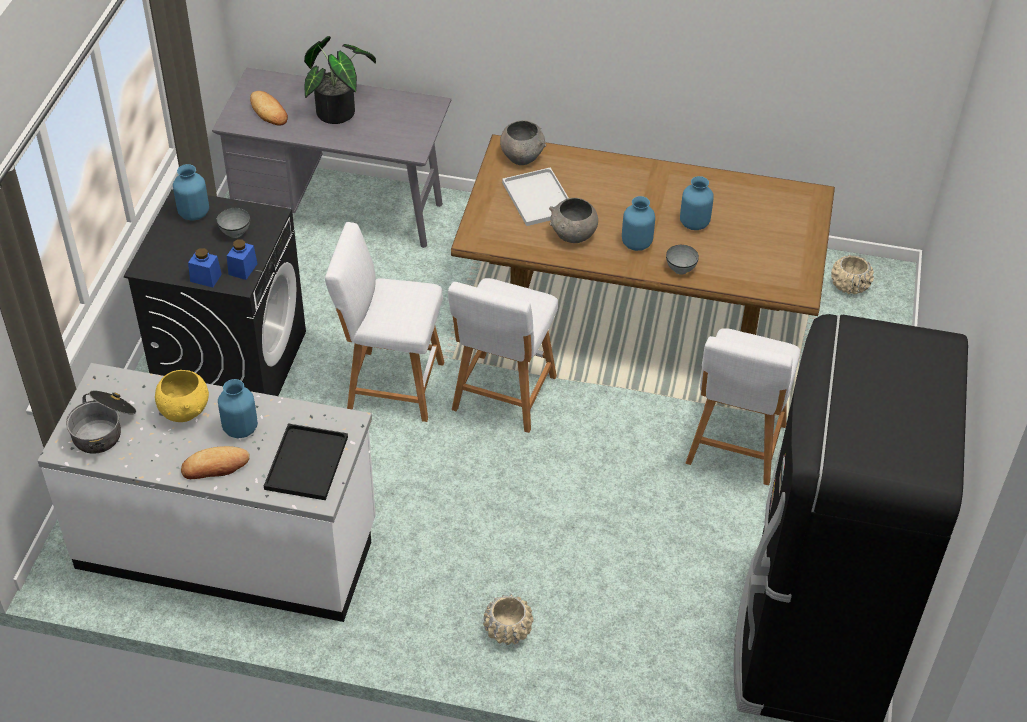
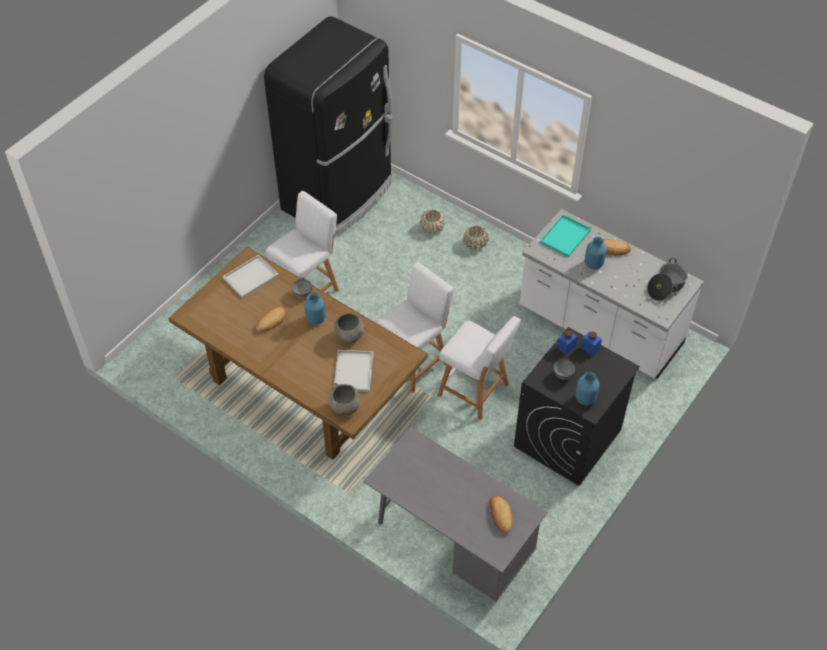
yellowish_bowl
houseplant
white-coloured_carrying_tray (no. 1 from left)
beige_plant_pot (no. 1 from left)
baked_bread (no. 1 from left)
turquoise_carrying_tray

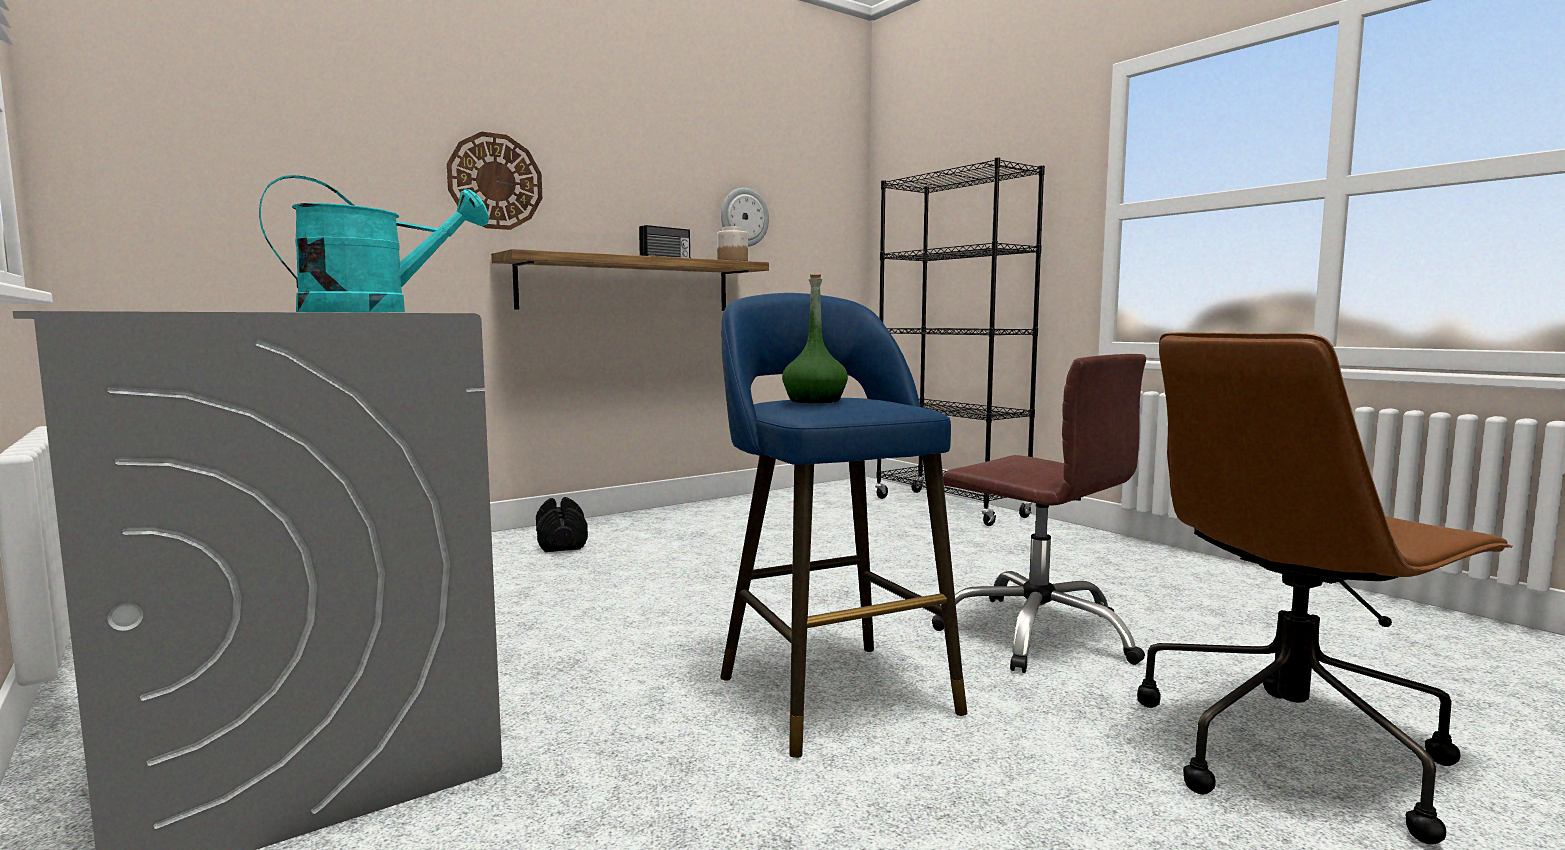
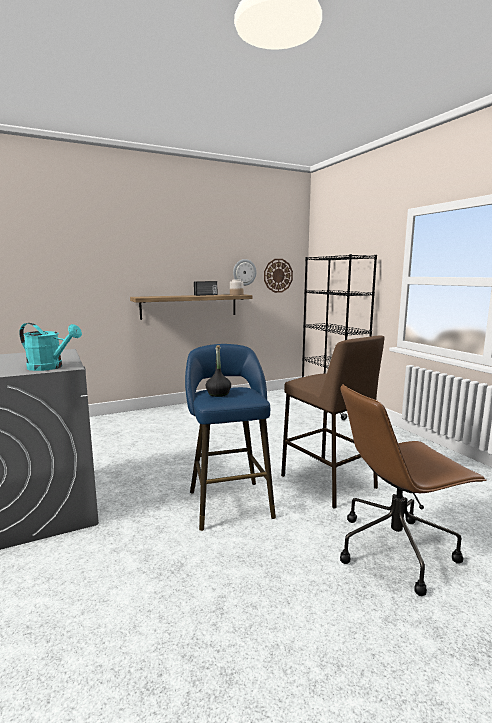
black_hand_weight
wall_clock (no. 2 from left)
brown_stool
black_bottle
turquoise_sprinkling_can

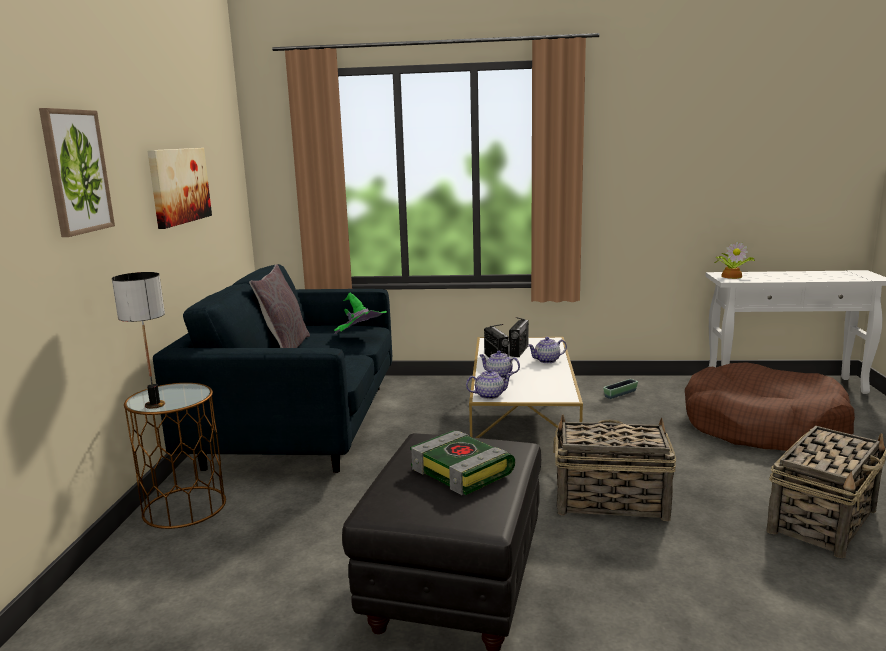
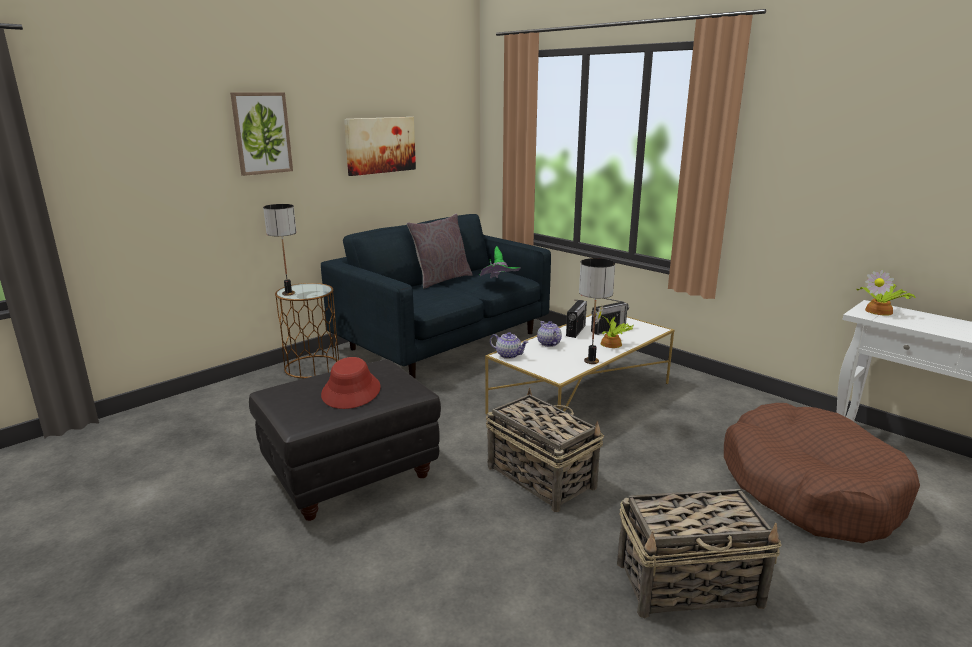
plant_pot
table_lamp (no. 2 from left)
red_clothing_hat
houseplant (no. 1 from left)

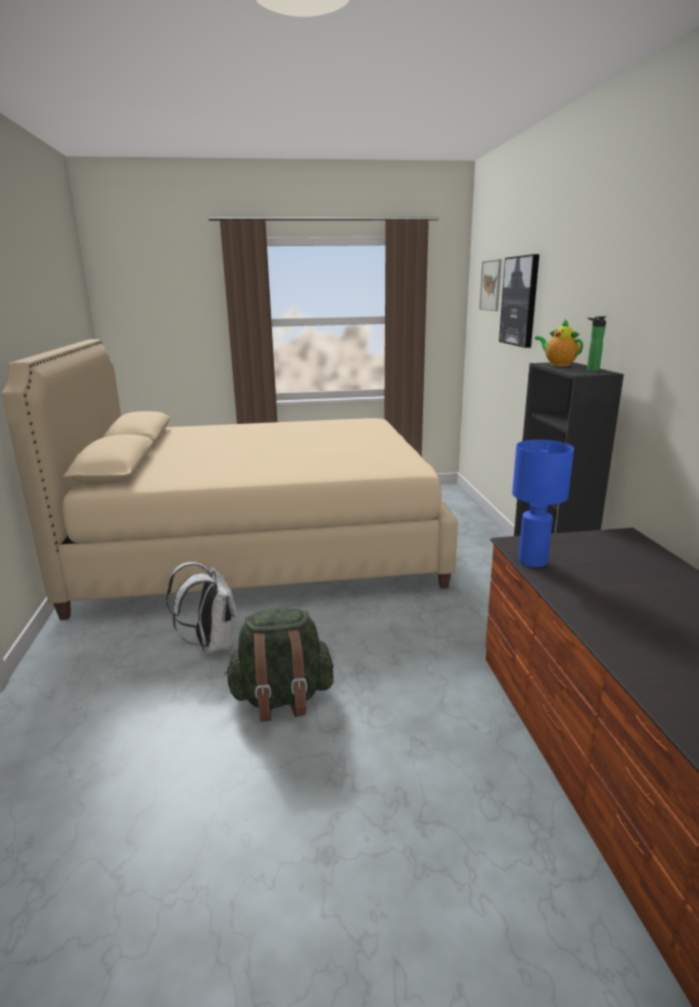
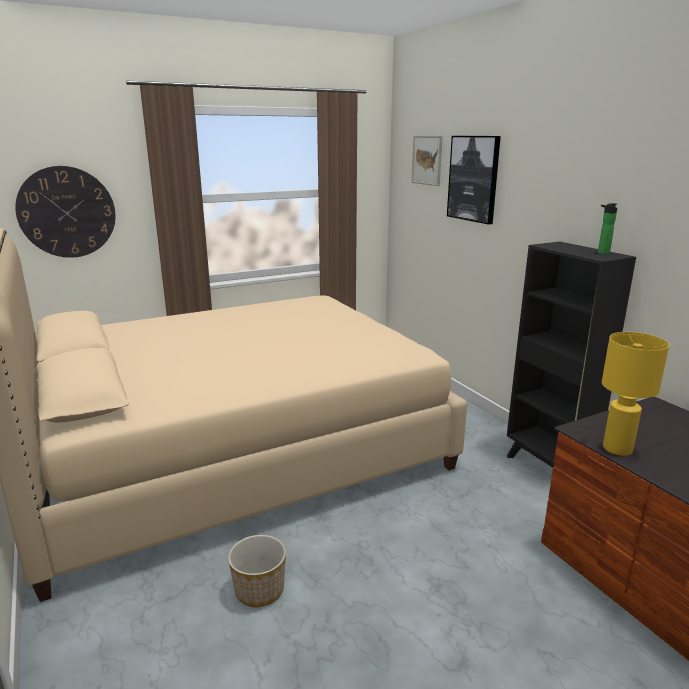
green_backpack
teapot
wall_clock
plant_pot
yellowish_table_lamp

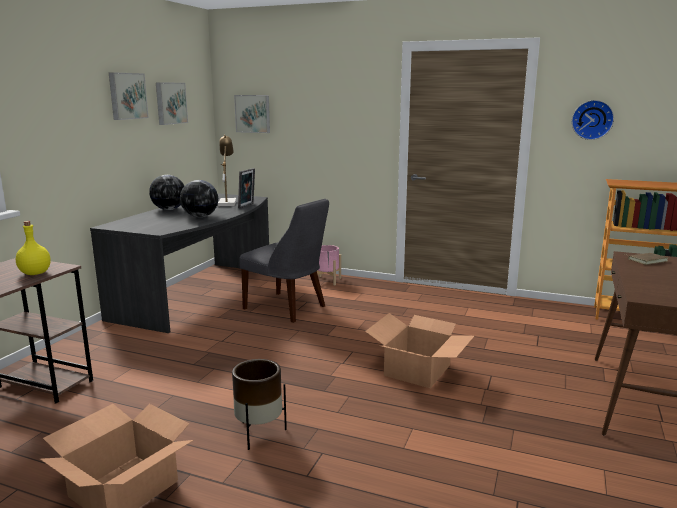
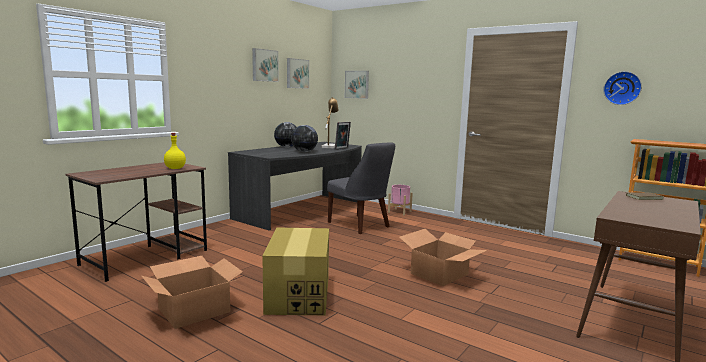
cardboard_box (no. 2 from left)

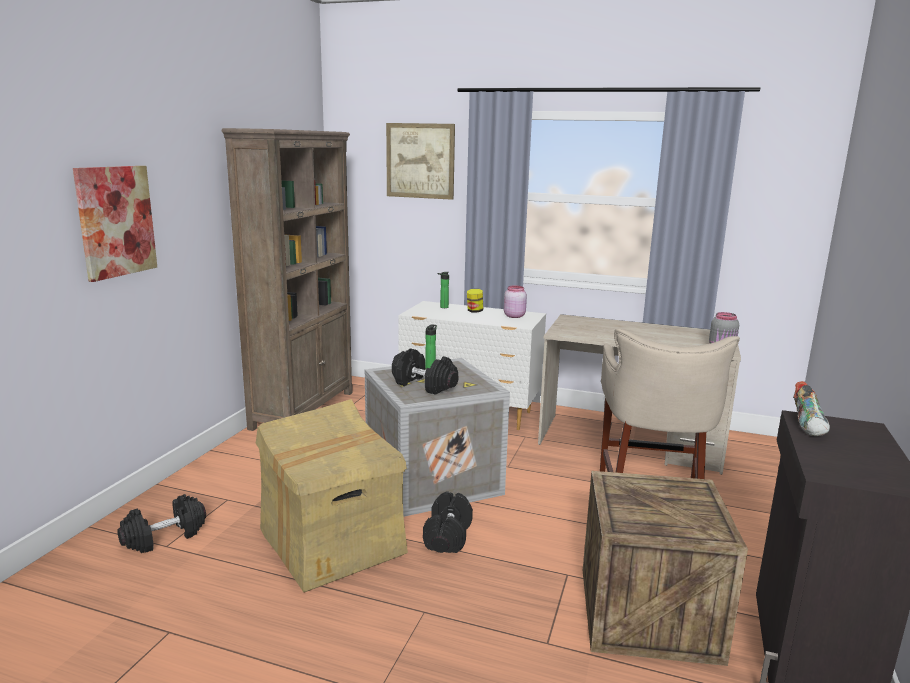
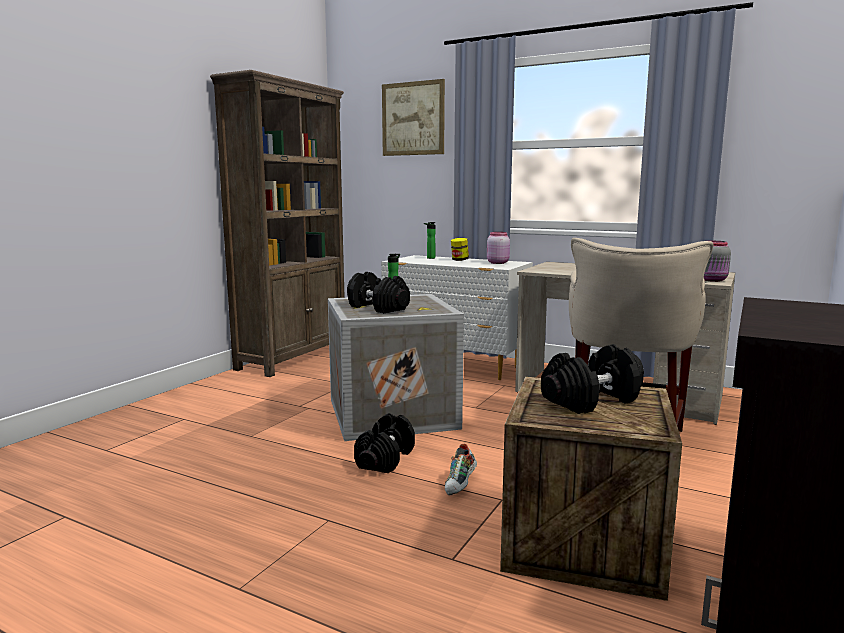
wall_art (no. 1 from left in the first image)
cardboard_box
black_hand_weight (no. 3 from left)
low_shoe

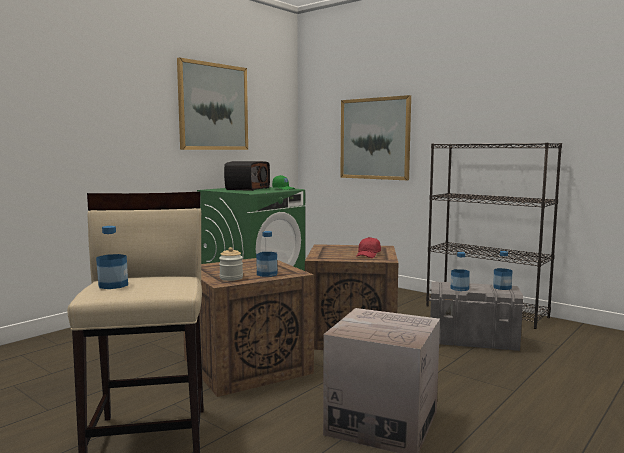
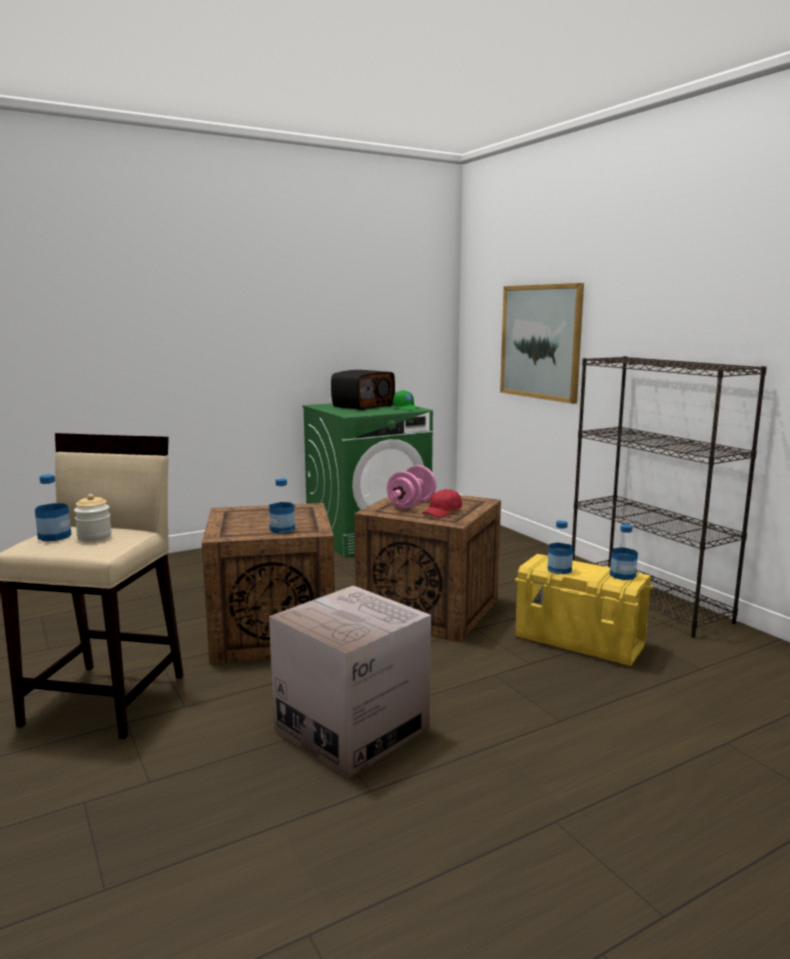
wall_art (no. 1 from left in the first image)
pinkish_hand_weight
preserve_jar
yellowish_storage_bin

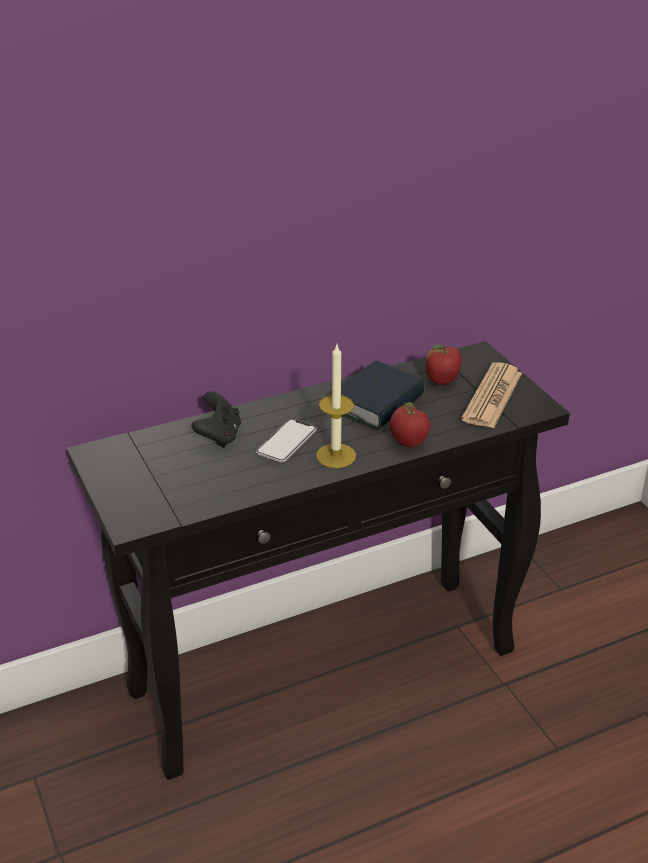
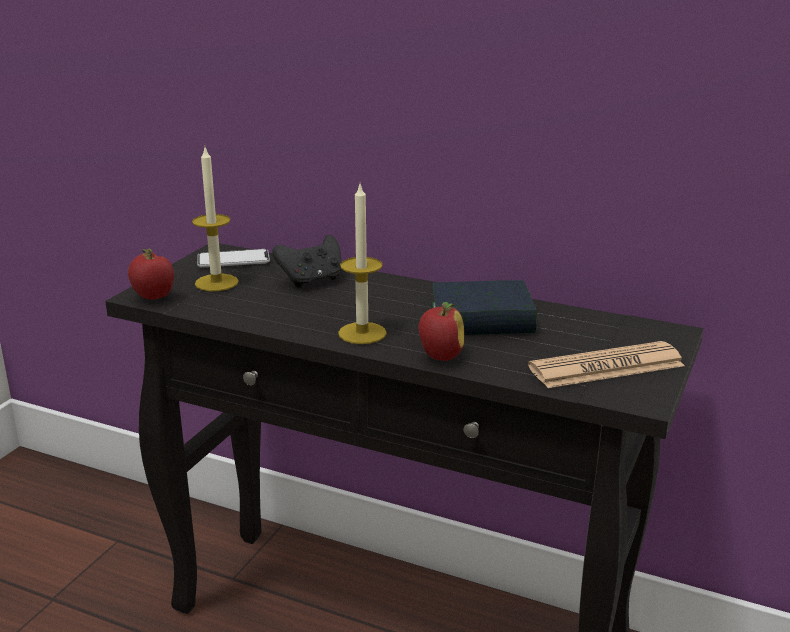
wax_candle (no. 1 from left)
telephone
apple (no. 1 from left)

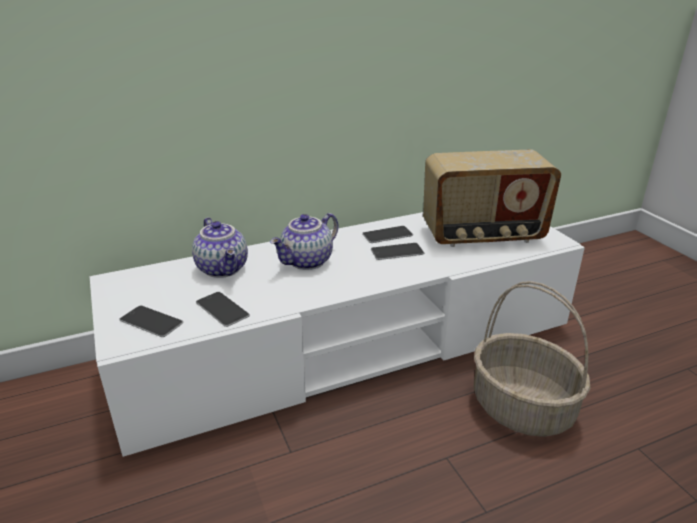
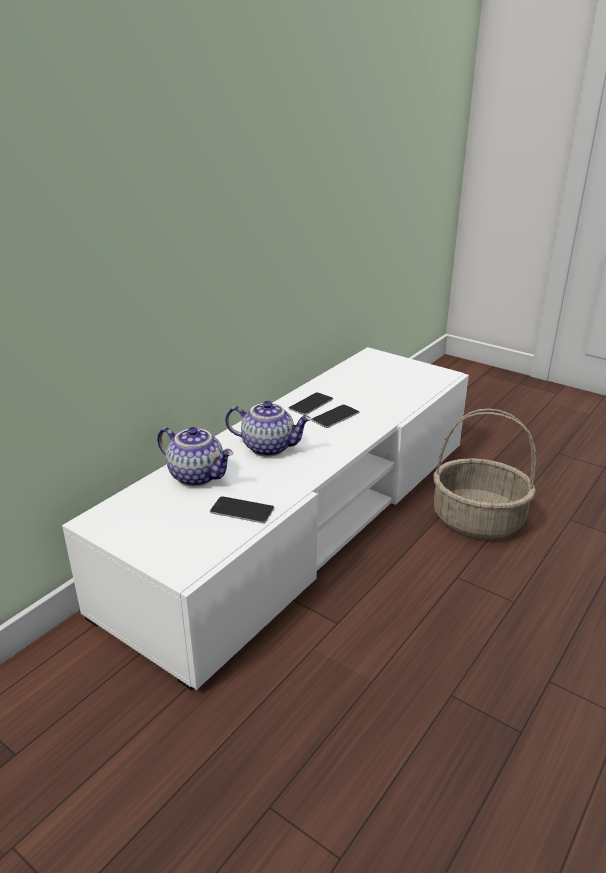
telephone (no. 1 from left in the first image)
radio
teapot (no. 2 from left)

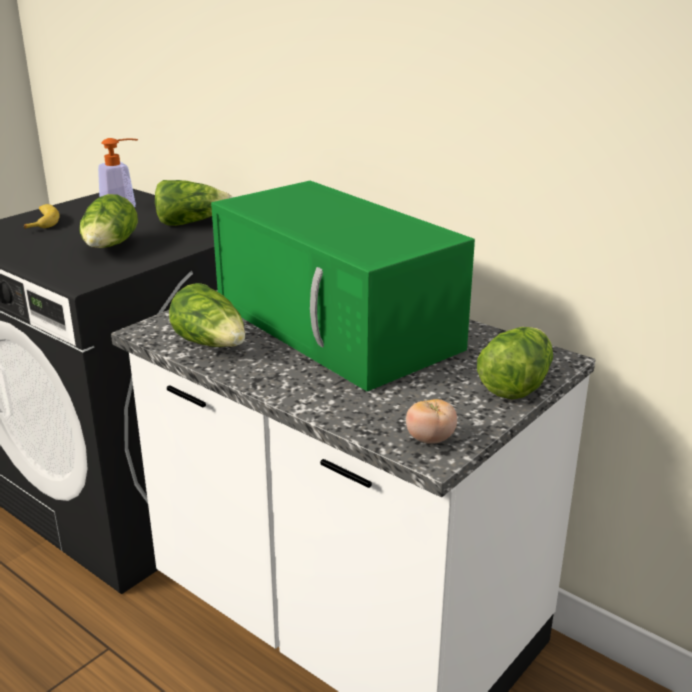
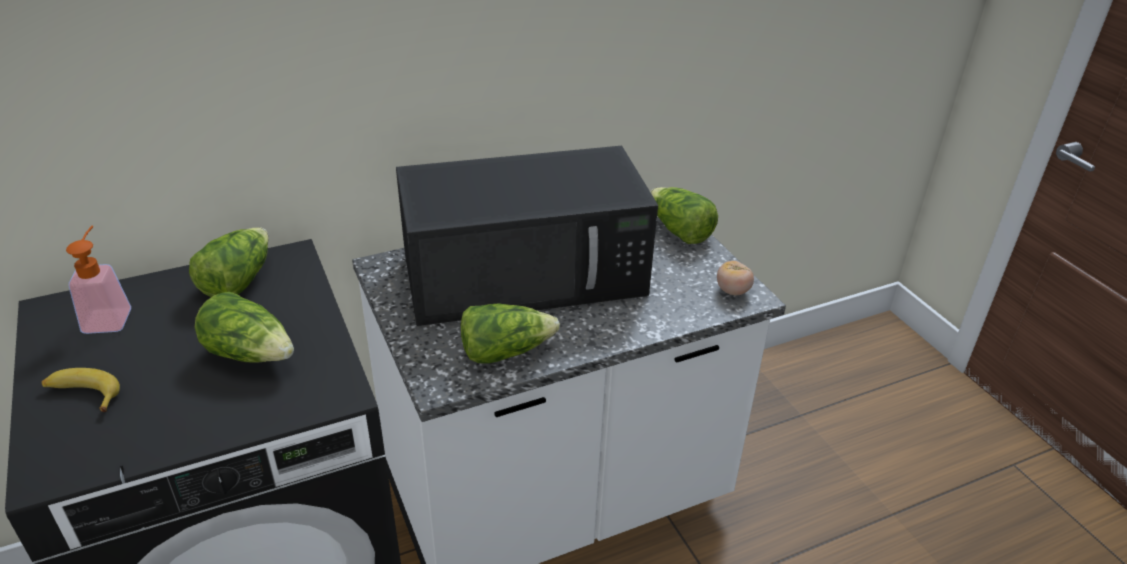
black_microwave_oven

